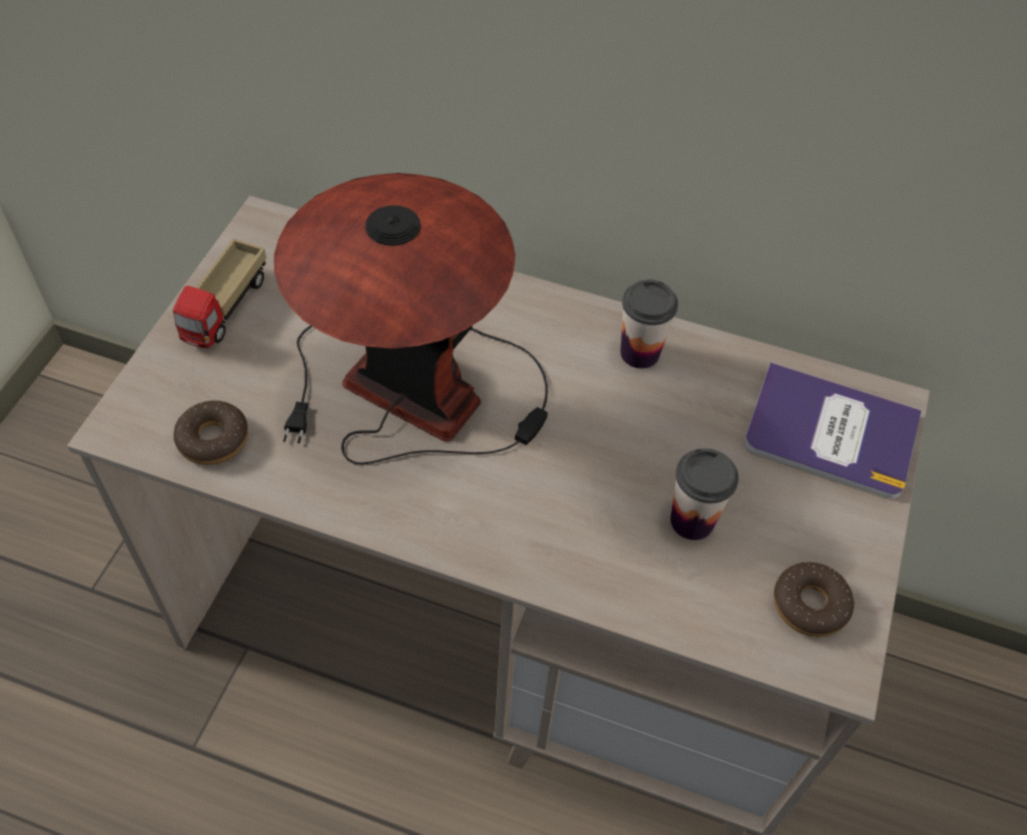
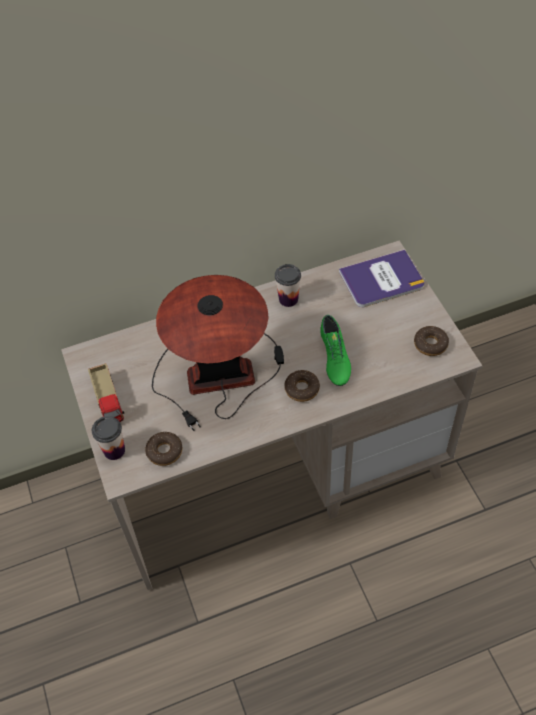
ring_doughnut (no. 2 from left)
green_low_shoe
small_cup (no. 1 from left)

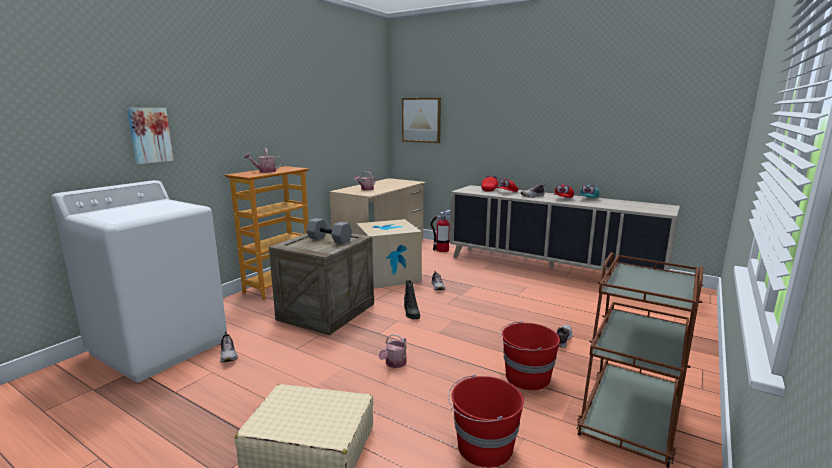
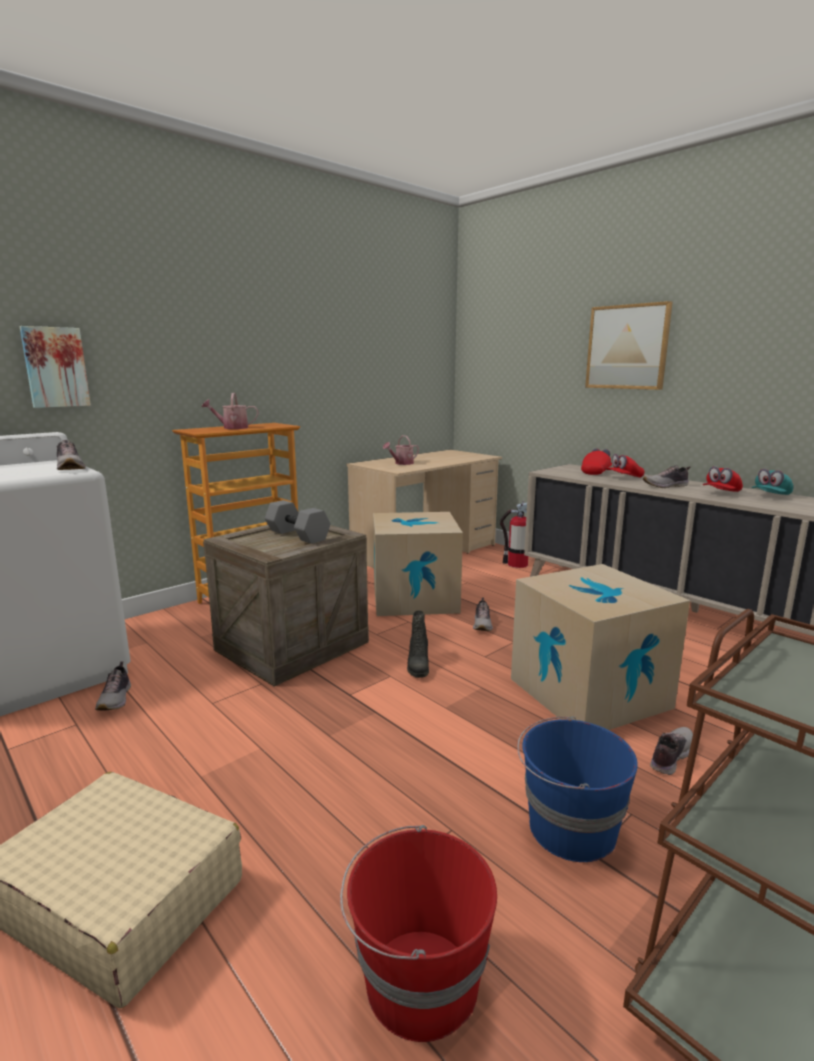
sprinkling_can (no. 3 from left in the first image)
low_shoe (no. 1 from left)
cardboard_box (no. 2 from left)
wall_art (no. 2 from left)
blue-coloured_water_bucket

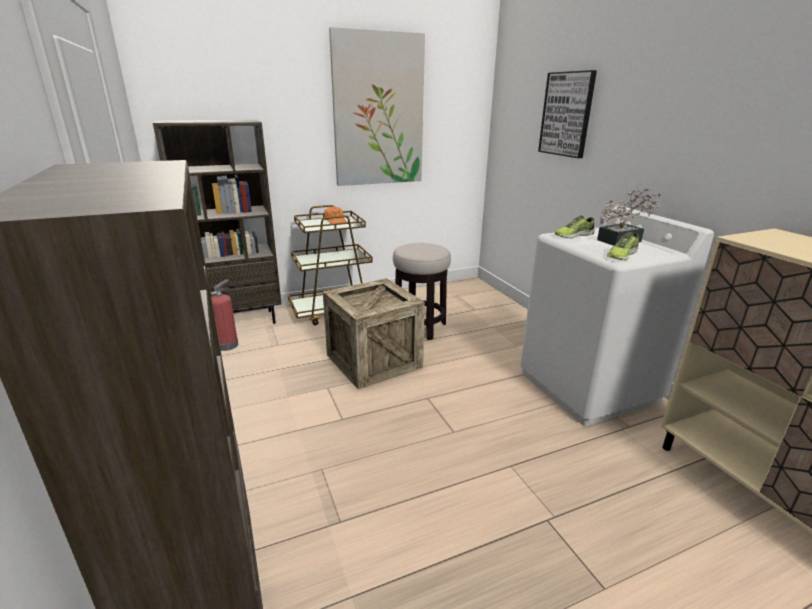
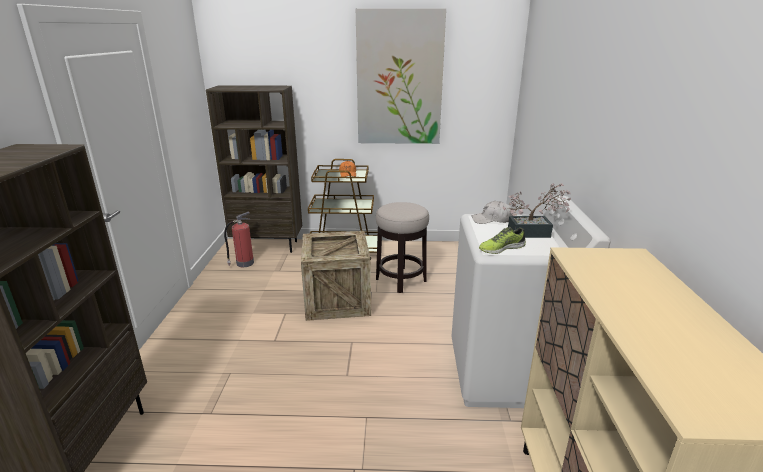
wall_art (no. 2 from left in the first image)
white-coloured_cap

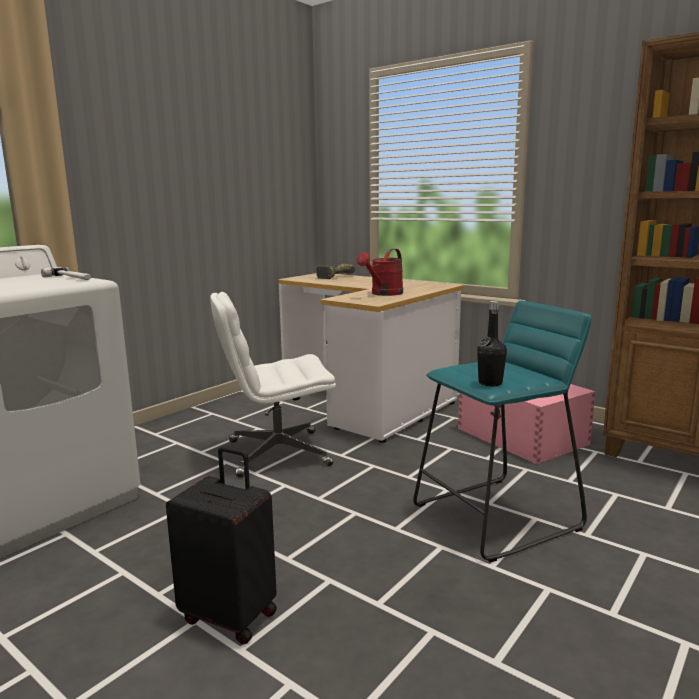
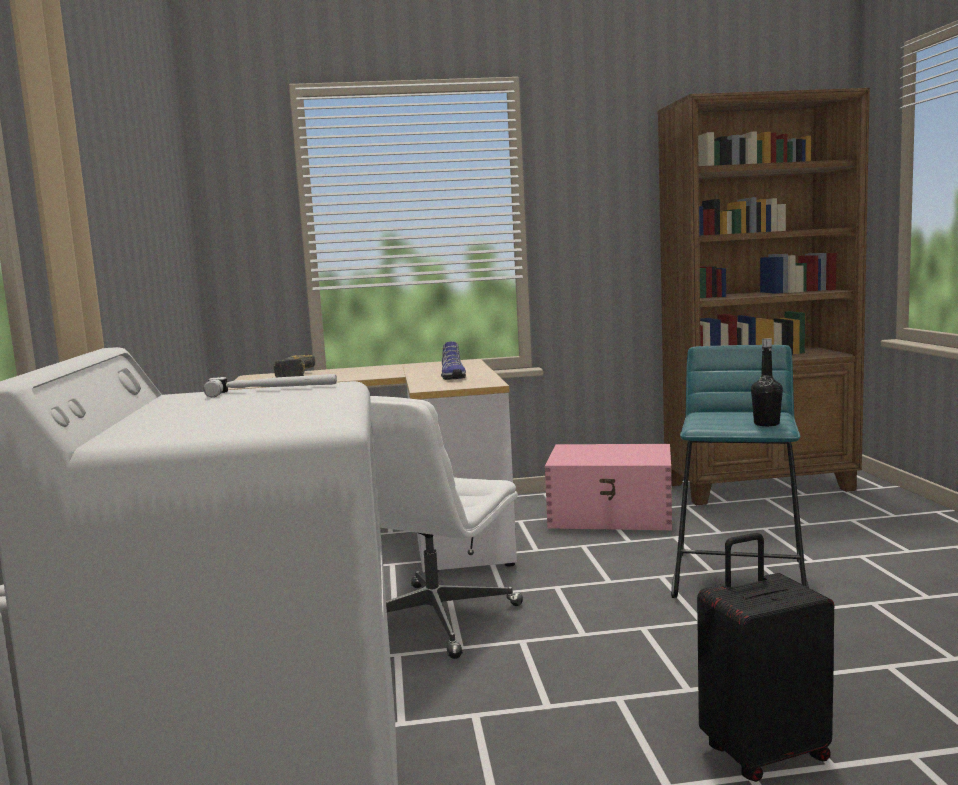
low_shoe

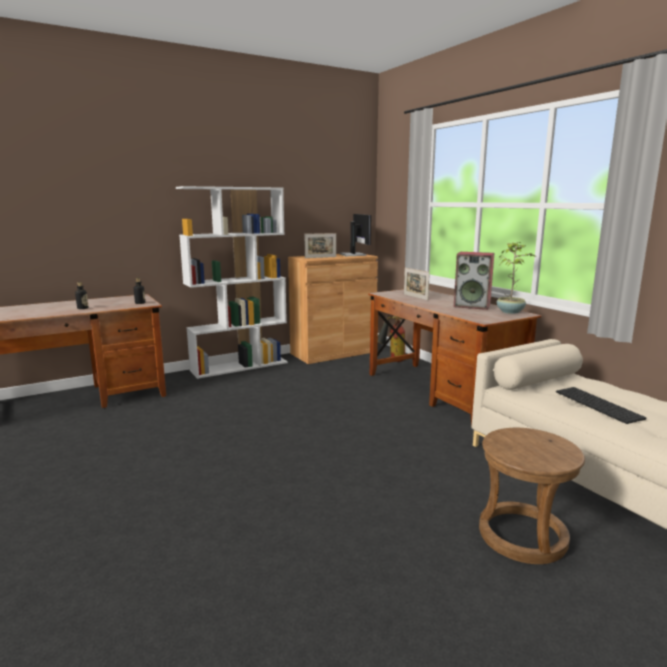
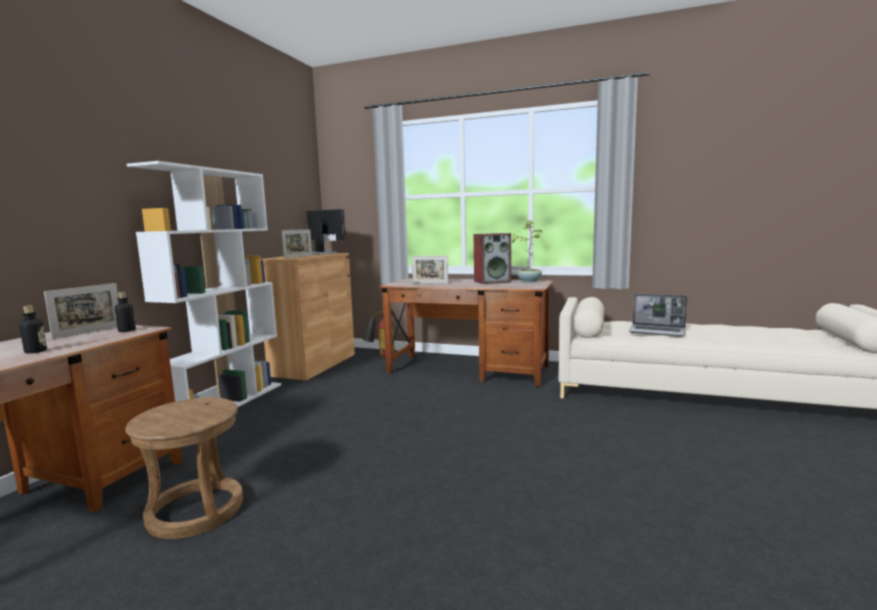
standing_frame (no. 1 from left)
brown_stool
portable_computer

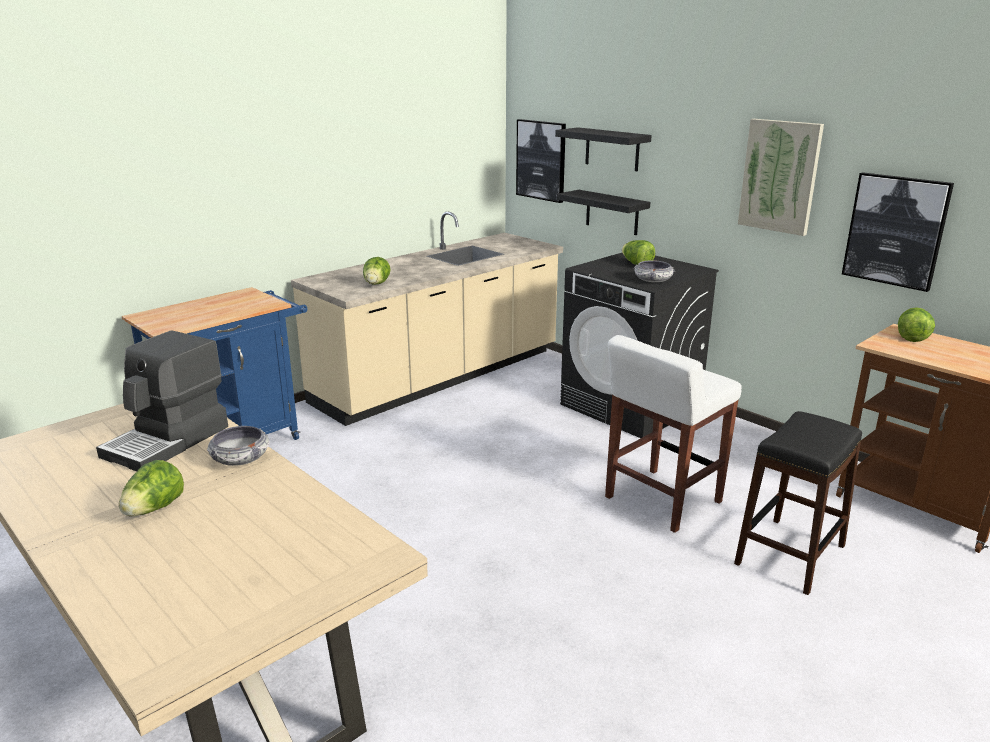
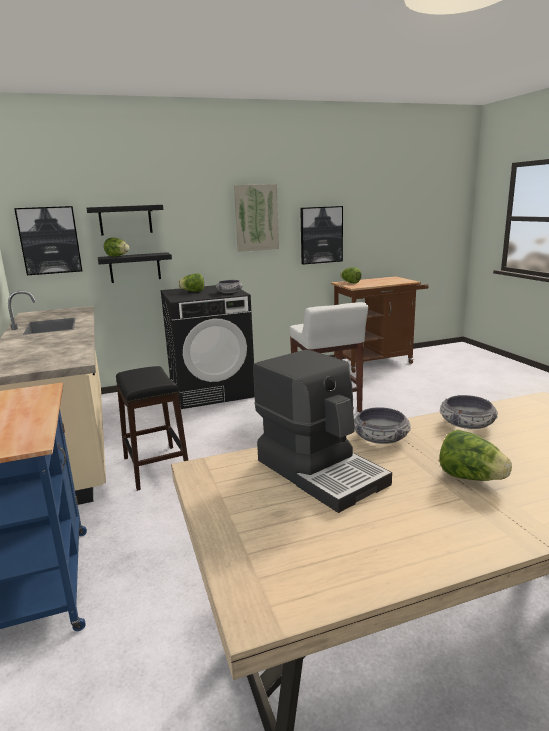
bowl (no. 3 from left)
lettuce (no. 1 from left)
black_stool

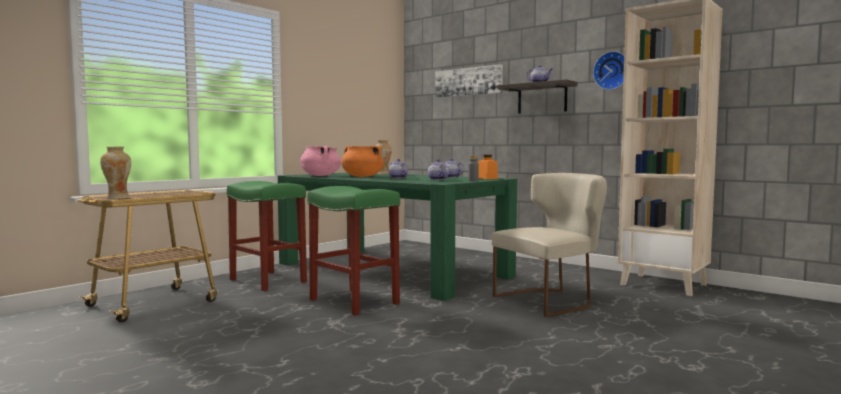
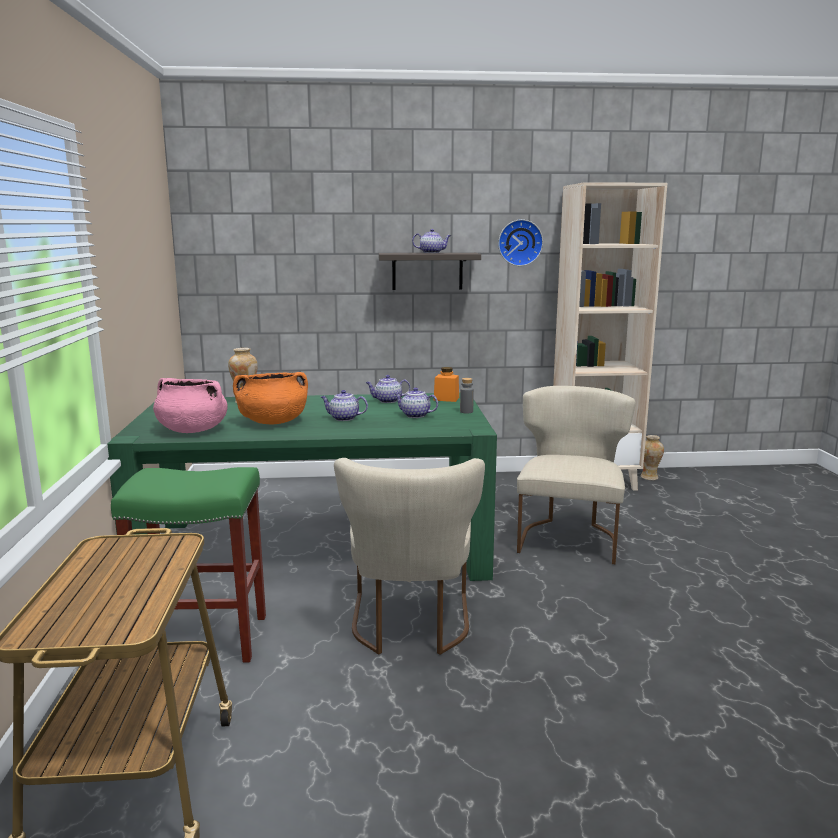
wall_art
vase (no. 2 from left)
beige_upright_chair (no. 1 from left)

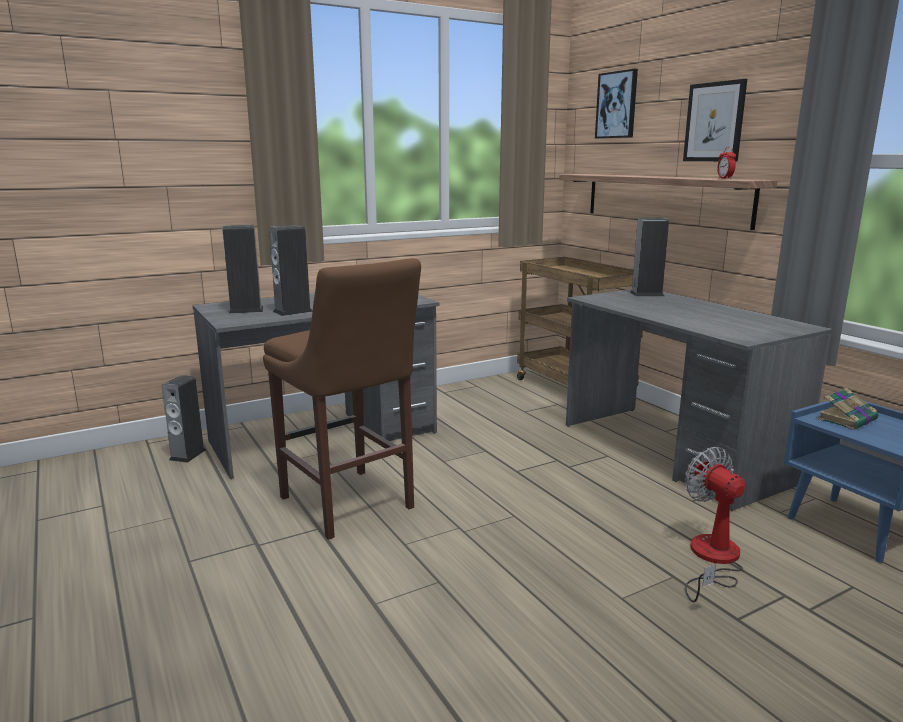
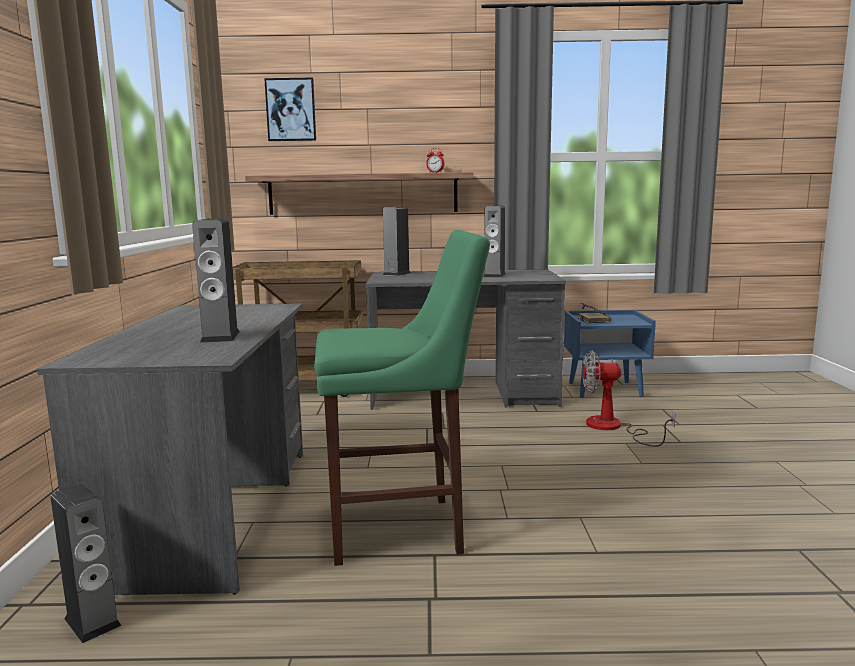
wall_art (no. 2 from left in the first image)
audio_speaker (no. 4 from left)
green_stool

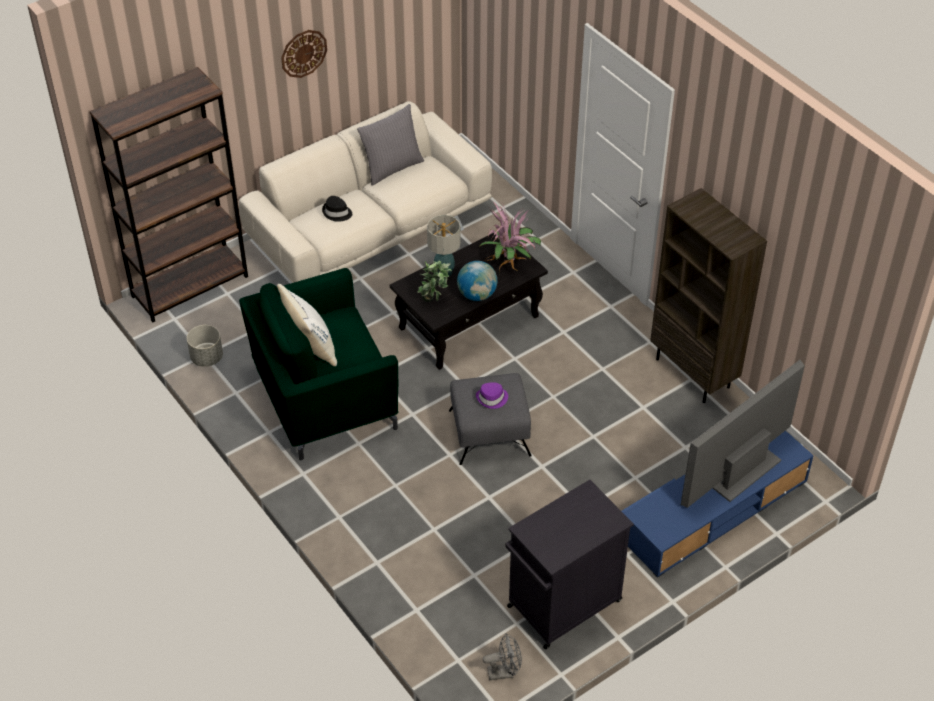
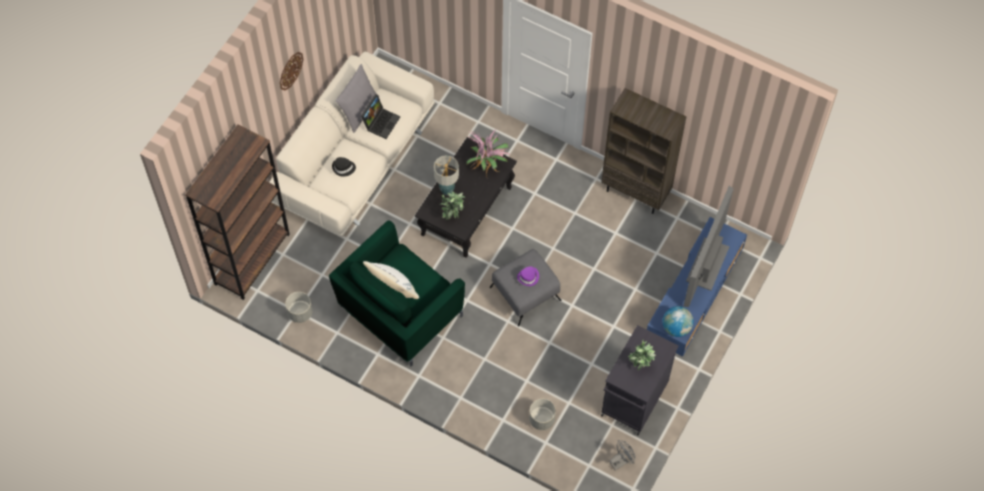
portable_computer
gray_plant_pot (no. 2 from left)
houseplant (no. 3 from left)
desk_globe

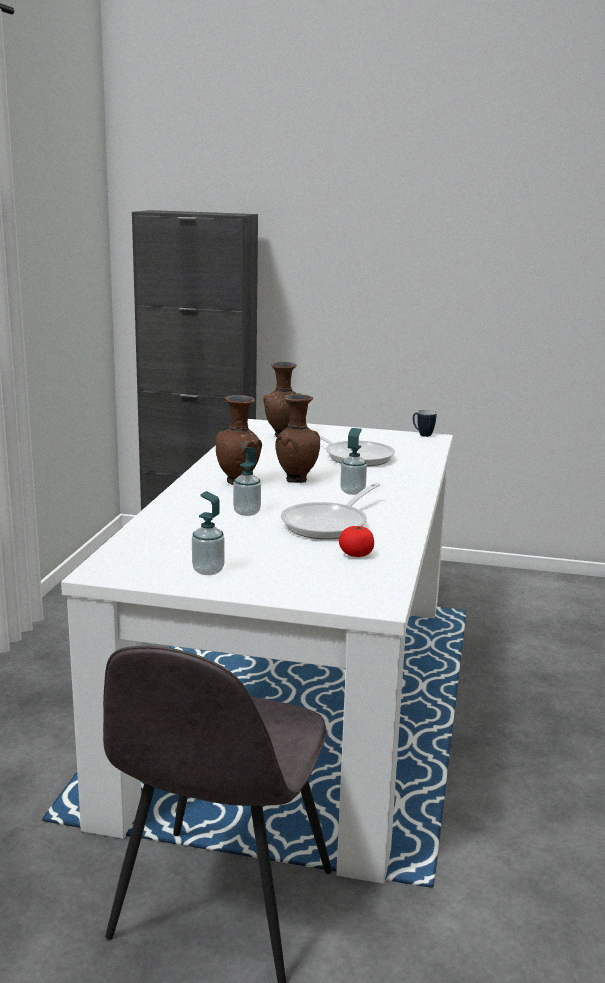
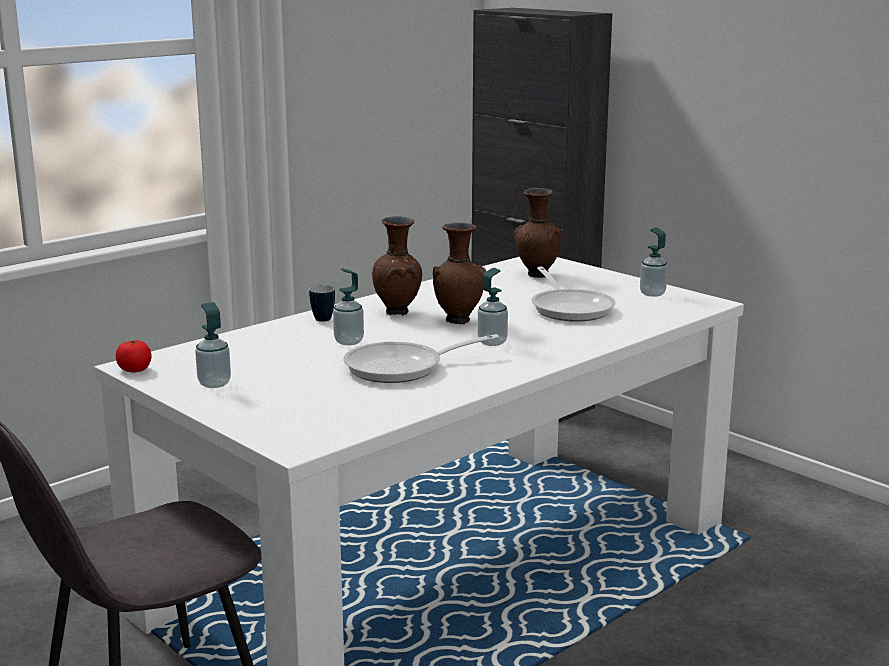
liquid_soap_bottle (no. 4 from left)
fresh_tomato
coffee_mug

